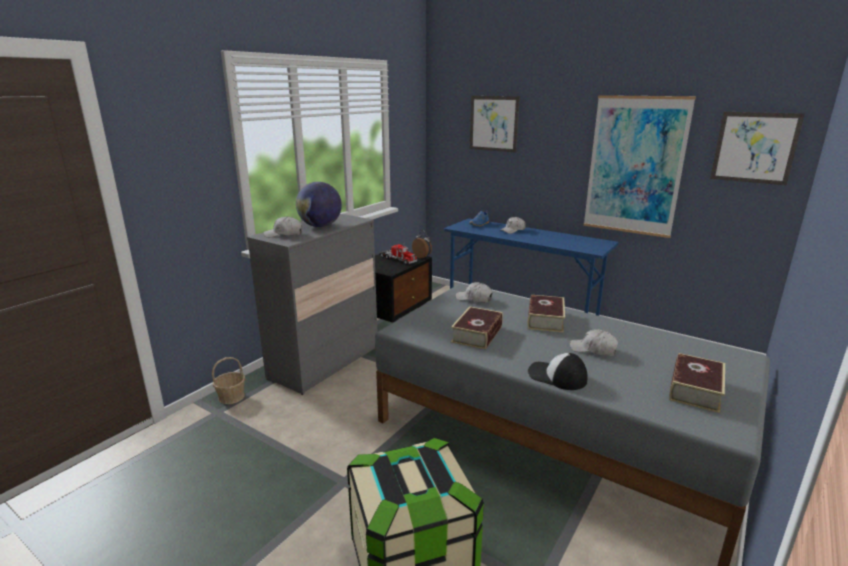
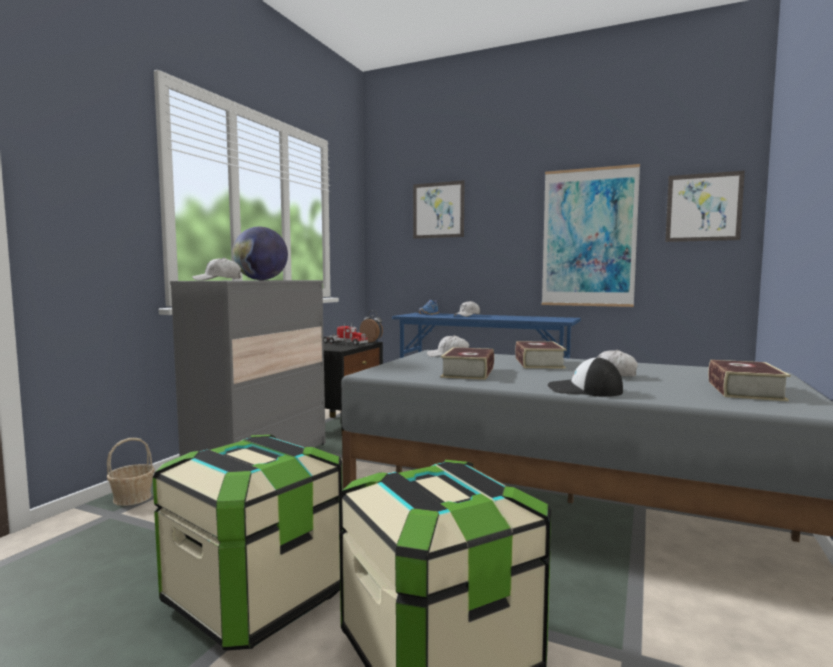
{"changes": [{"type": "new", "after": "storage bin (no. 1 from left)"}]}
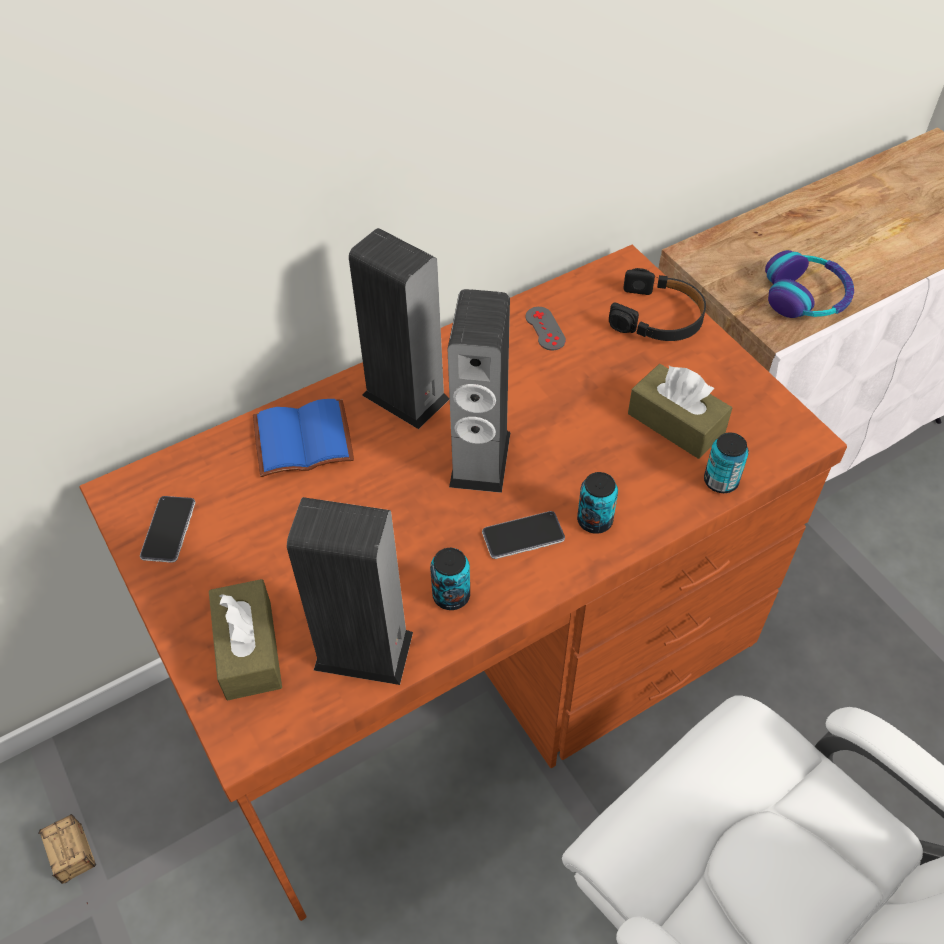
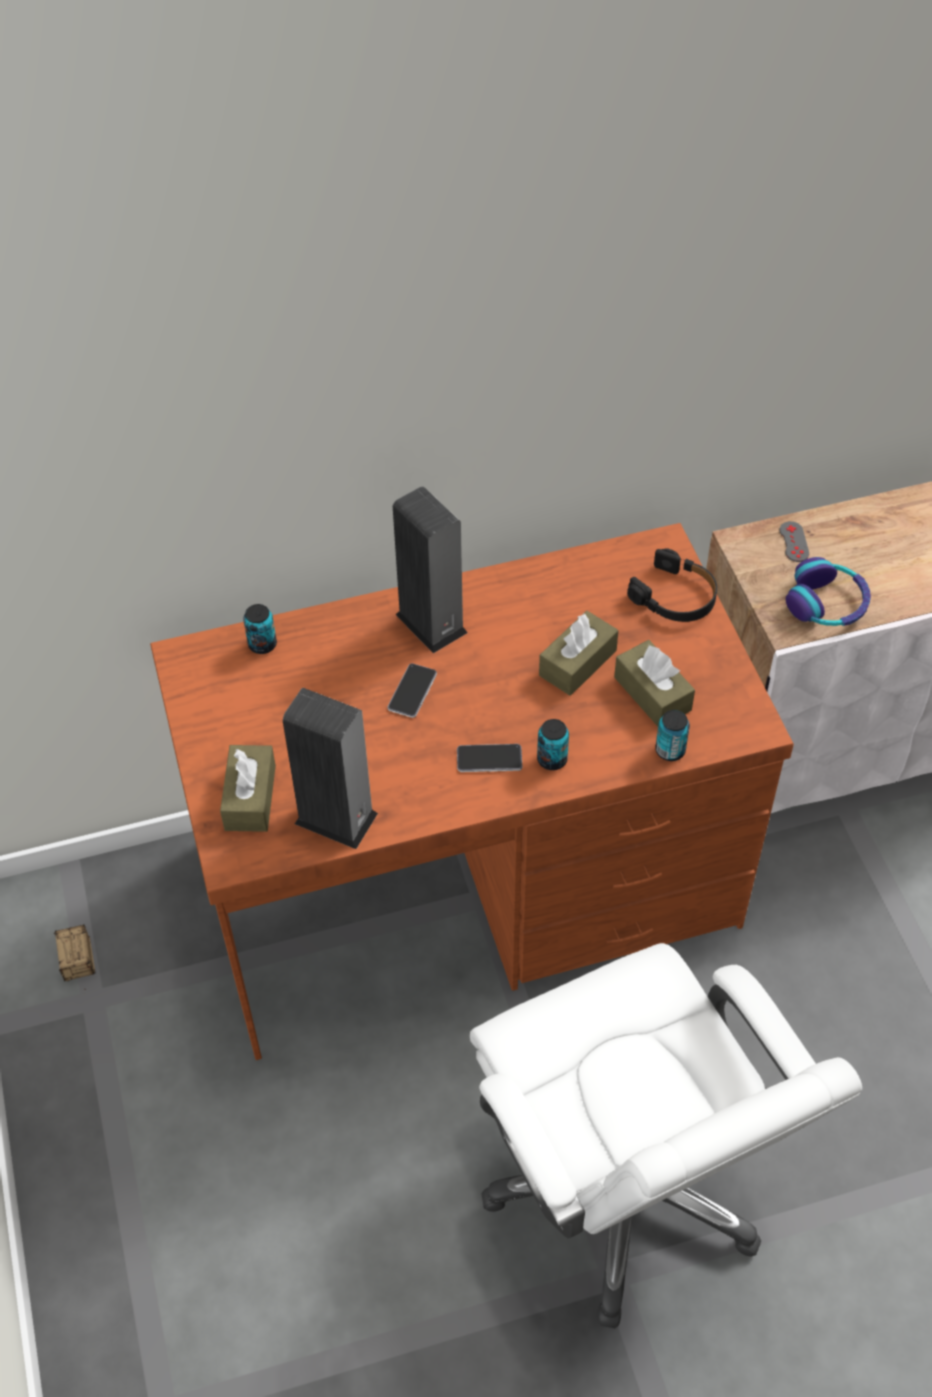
{"changes": [{"type": "gone", "before": "loudspeaker (no. 3 from left)"}, {"type": "shifted", "before": "joypad in grey"}, {"type": "gone", "before": "book in blue-coloured"}, {"type": "shifted", "before": "telephone (no. 1 from left)"}, {"type": "shifted", "before": "can (no. 1 from left)"}, {"type": "new", "after": "tissue box in brown-coloured (no. 2 from left)"}]}
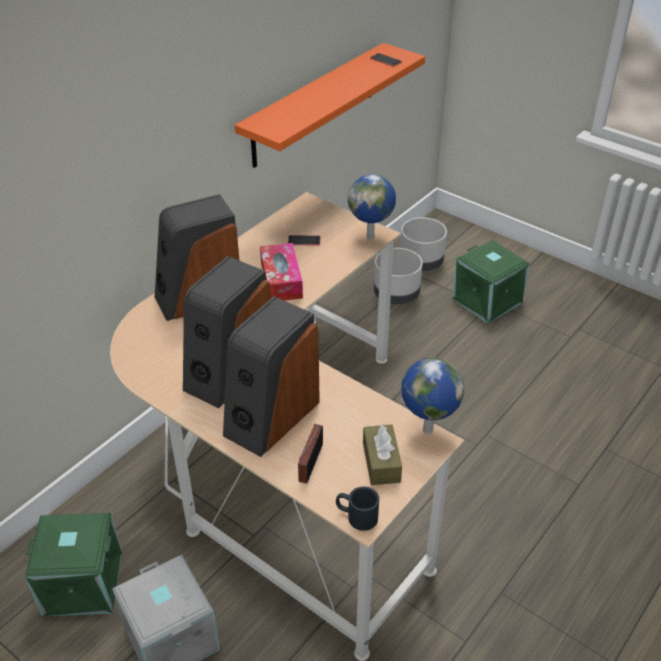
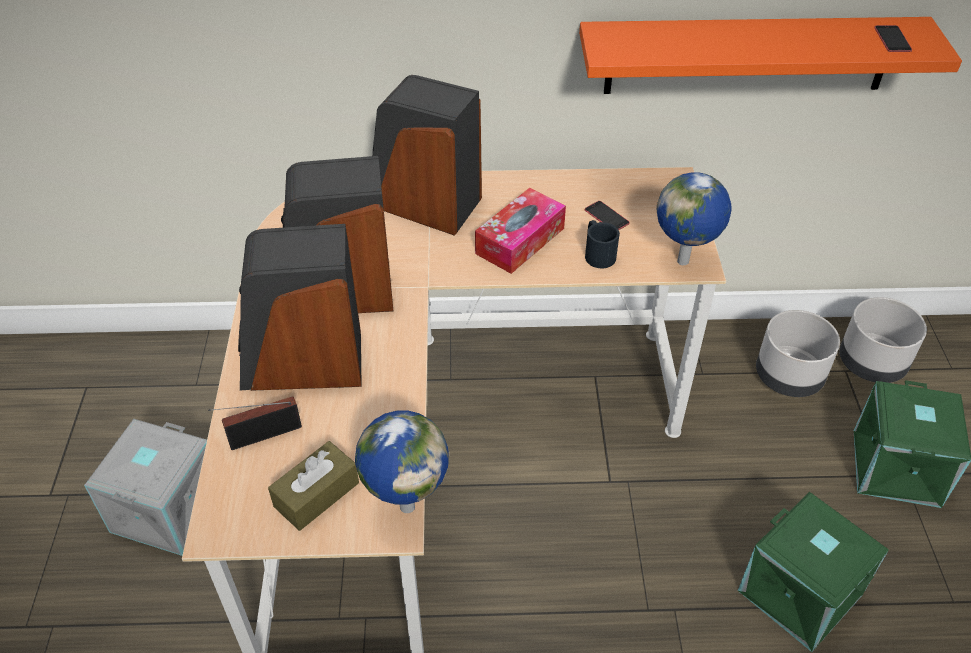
{"changes": [{"type": "shifted", "before": "mug in blackish"}, {"type": "shifted", "before": "storage bin in green-coloured (no. 1 from left)"}]}
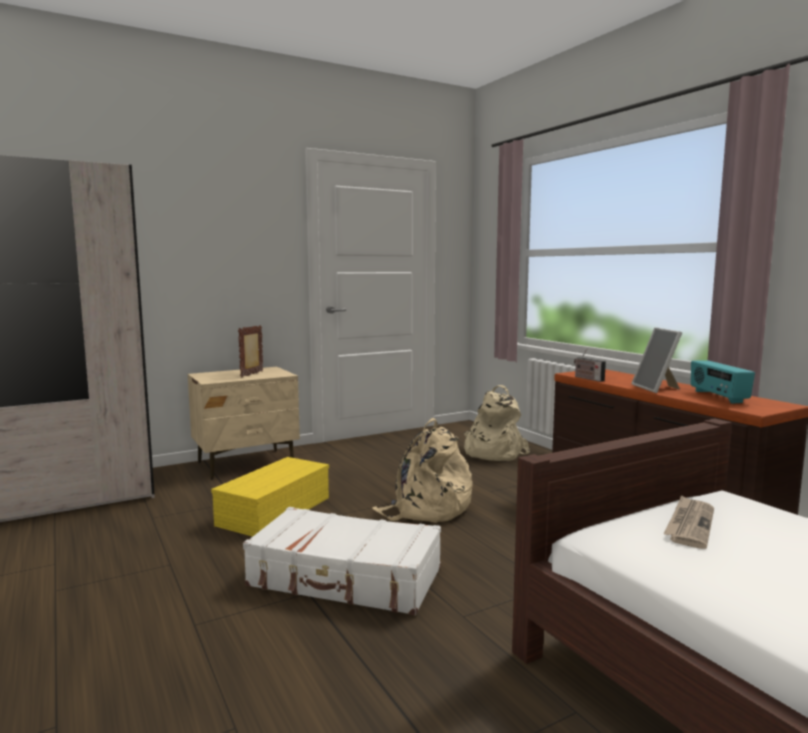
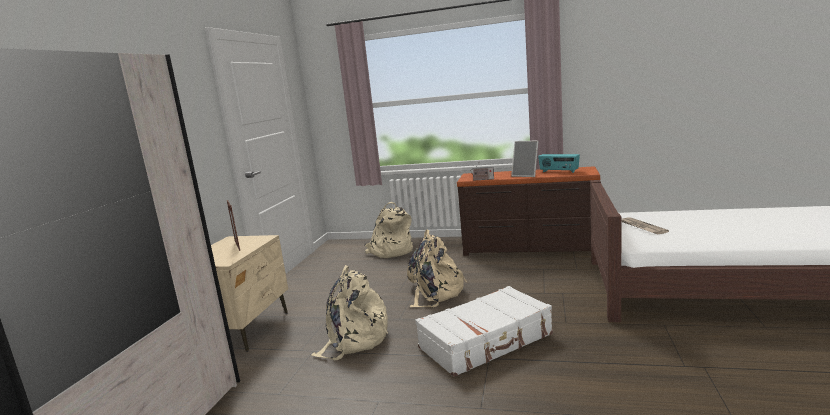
{"changes": [{"type": "swapped", "before": "storage bin in yellowish", "after": "knapsack in beige (no. 1 from left)"}]}
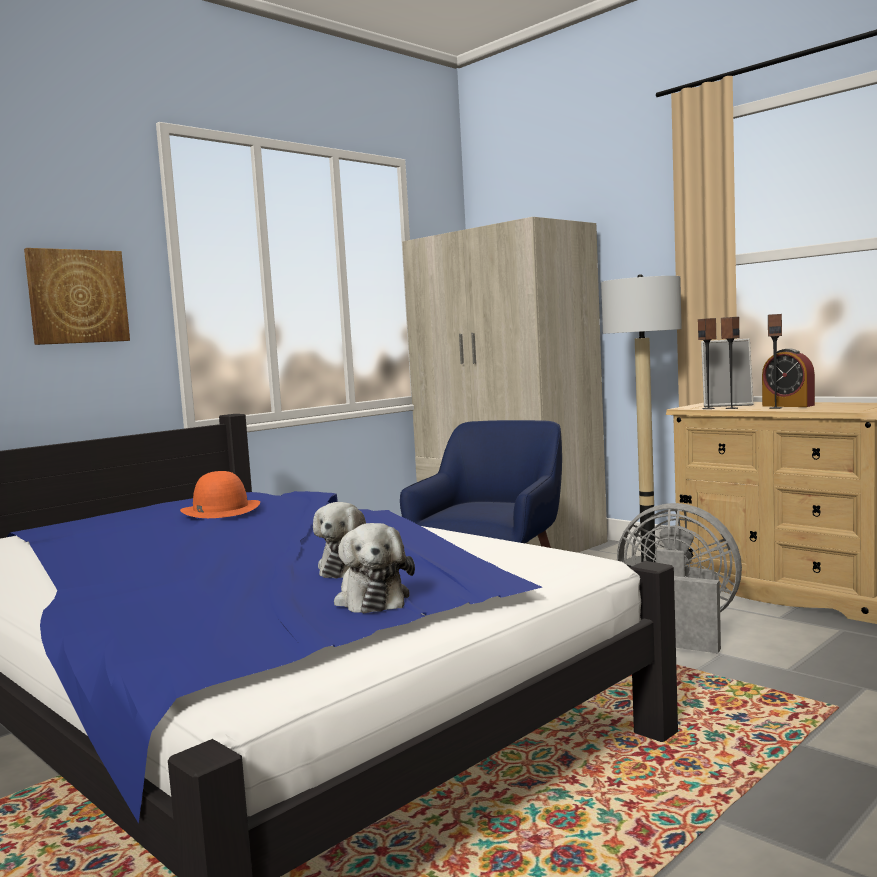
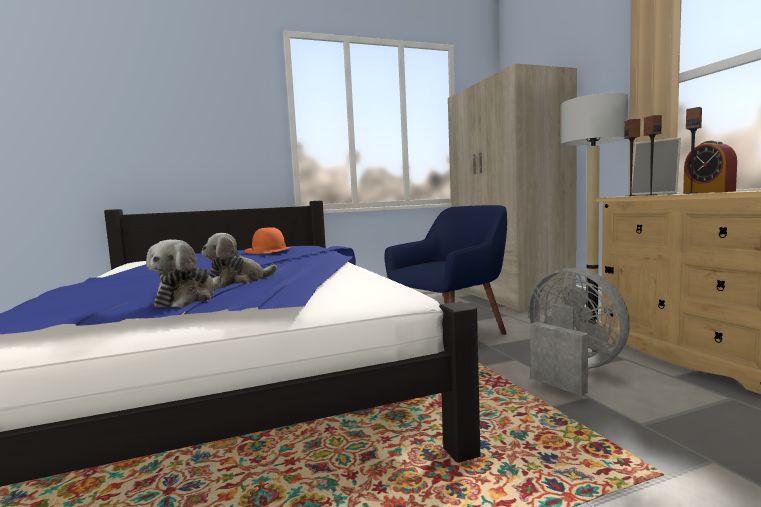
{"changes": [{"type": "gone", "before": "picture"}]}
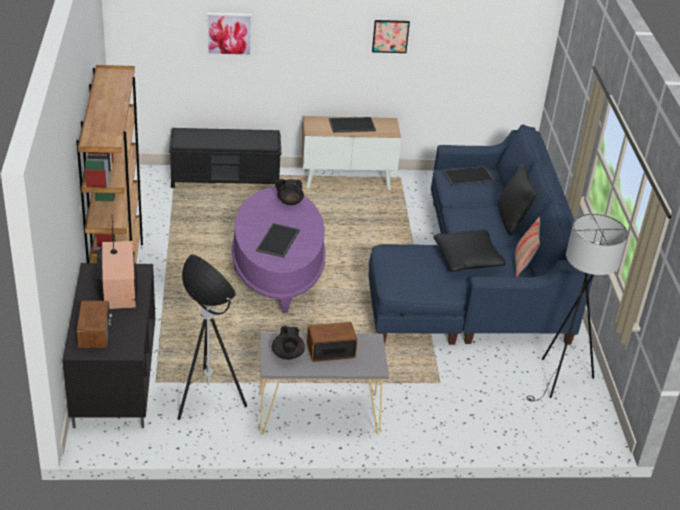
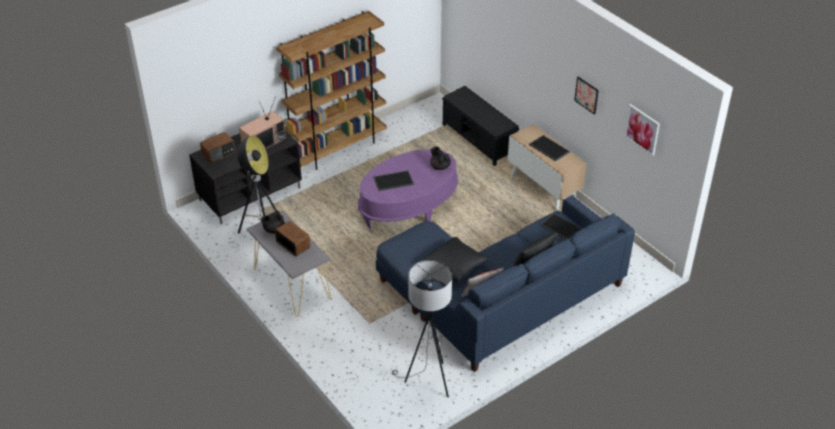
{"changes": [{"type": "shifted", "before": "picture (no. 1 from left in the first image)", "after": "picture (no. 2 from left)"}]}
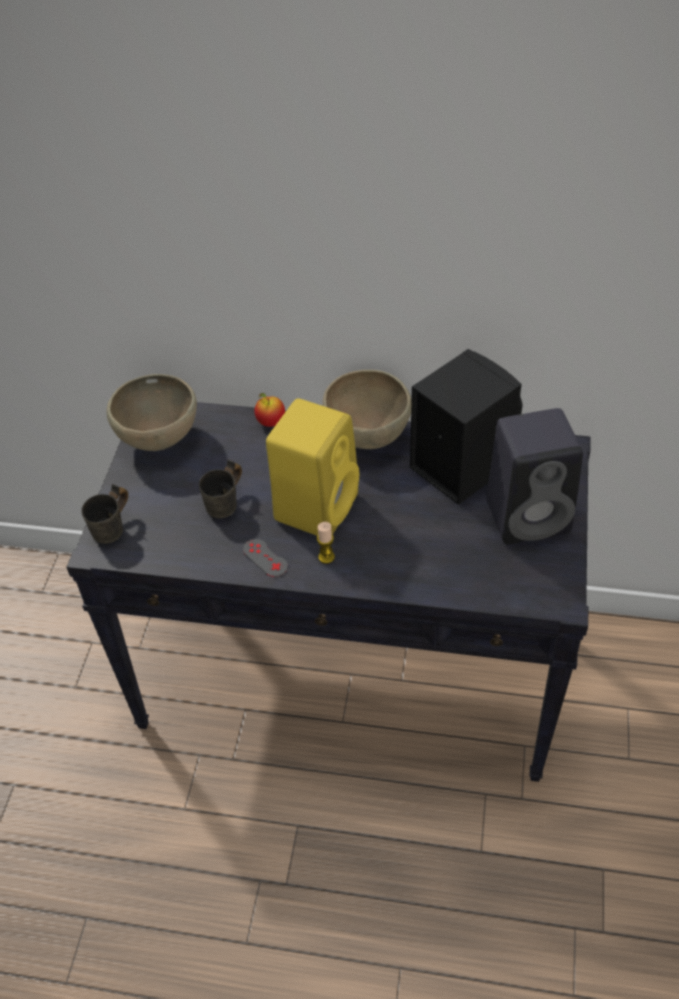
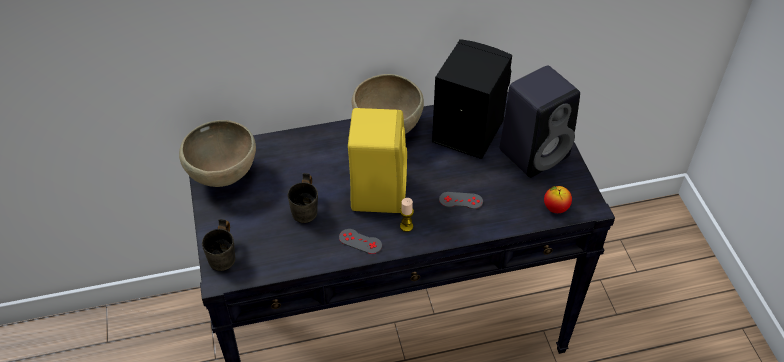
{"changes": [{"type": "shifted", "before": "whole apple"}, {"type": "new", "after": "joypad in grey (no. 2 from left)"}]}
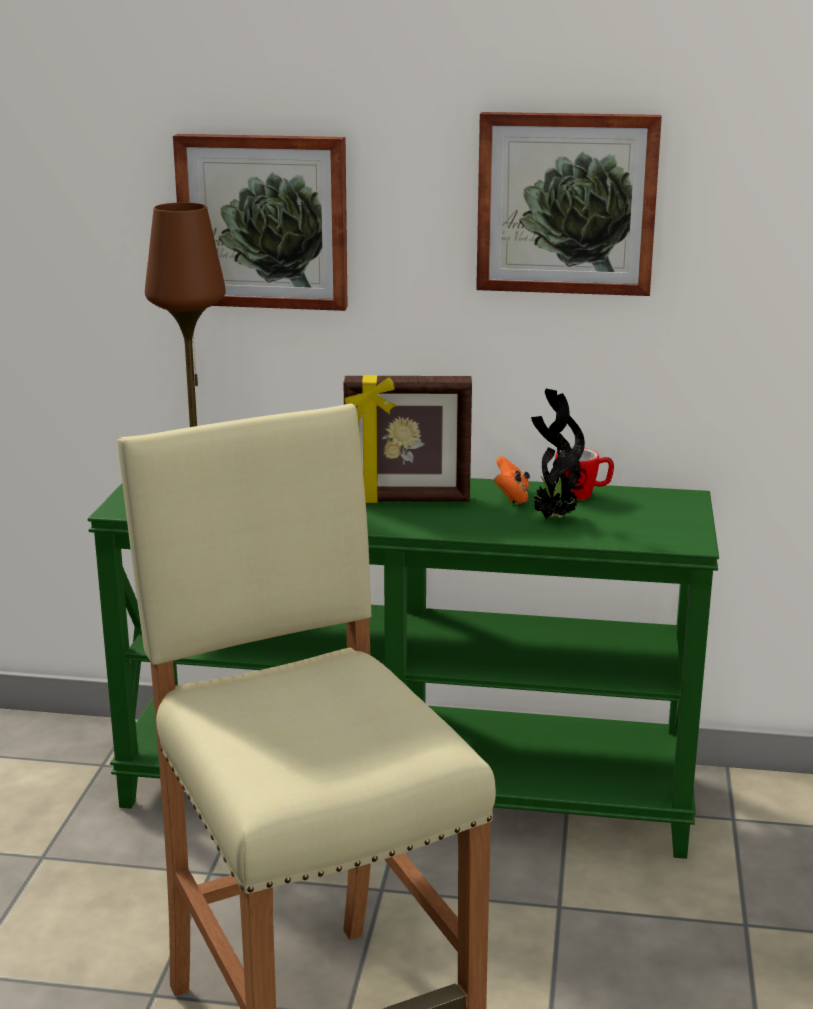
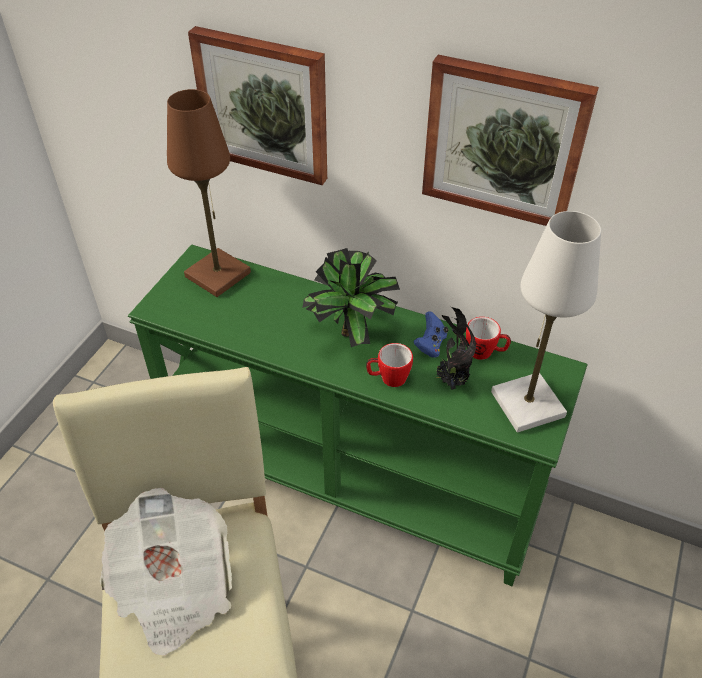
{"changes": [{"type": "swapped", "before": "photo frame", "after": "potted plant (no. 1 from left)"}, {"type": "repainted", "before": "joypad in orangey", "after": "joypad in blue-coloured"}, {"type": "new", "after": "lamp for a table in white"}, {"type": "new", "after": "mug (no. 1 from left)"}, {"type": "new", "after": "newspaper"}]}
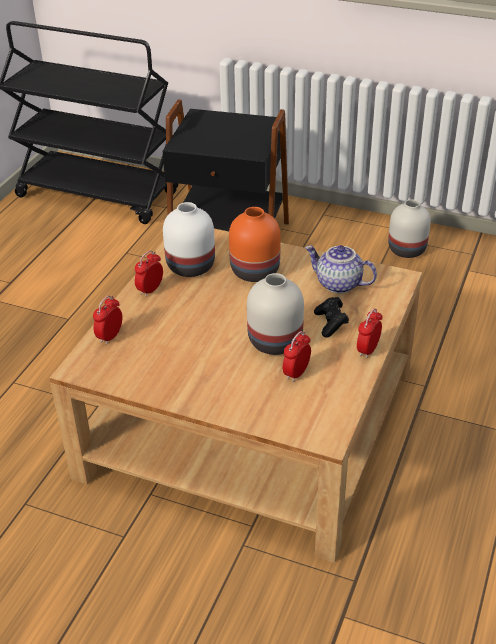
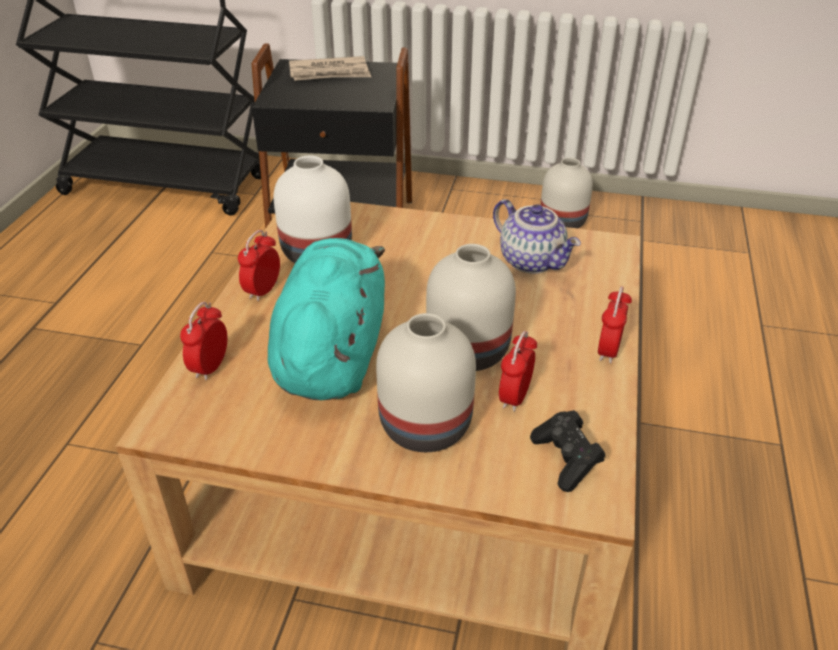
{"changes": [{"type": "gone", "before": "flower vase in orangey"}, {"type": "rotated", "before": "tea pot", "turn": -150}, {"type": "shifted", "before": "joypad in blackish"}, {"type": "new", "after": "newspaper"}, {"type": "new", "after": "soft toy in blue-green"}, {"type": "new", "after": "flower vase in white (no. 2 from left)"}]}
